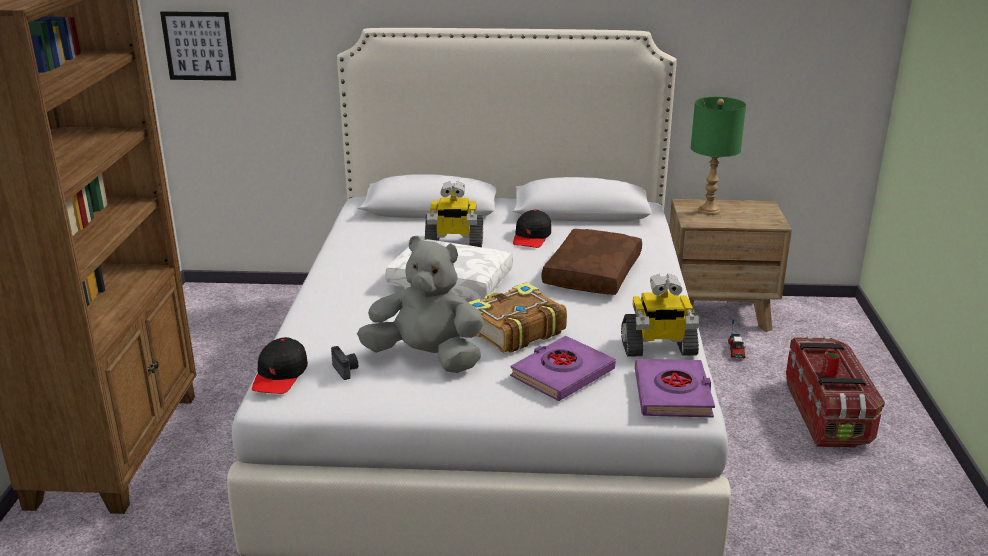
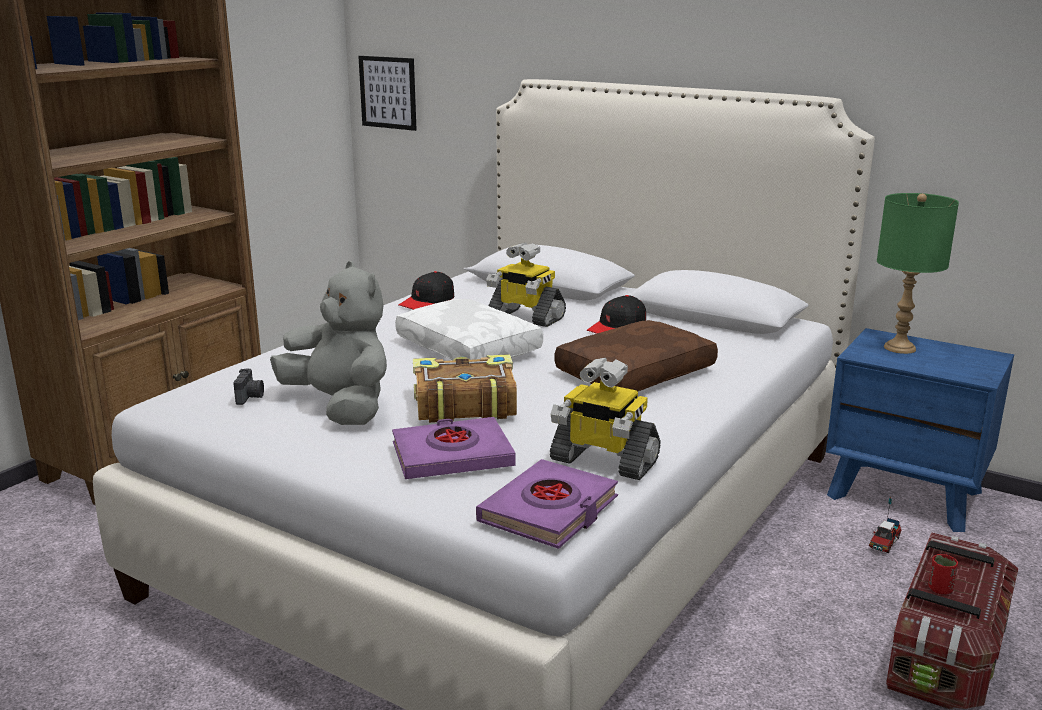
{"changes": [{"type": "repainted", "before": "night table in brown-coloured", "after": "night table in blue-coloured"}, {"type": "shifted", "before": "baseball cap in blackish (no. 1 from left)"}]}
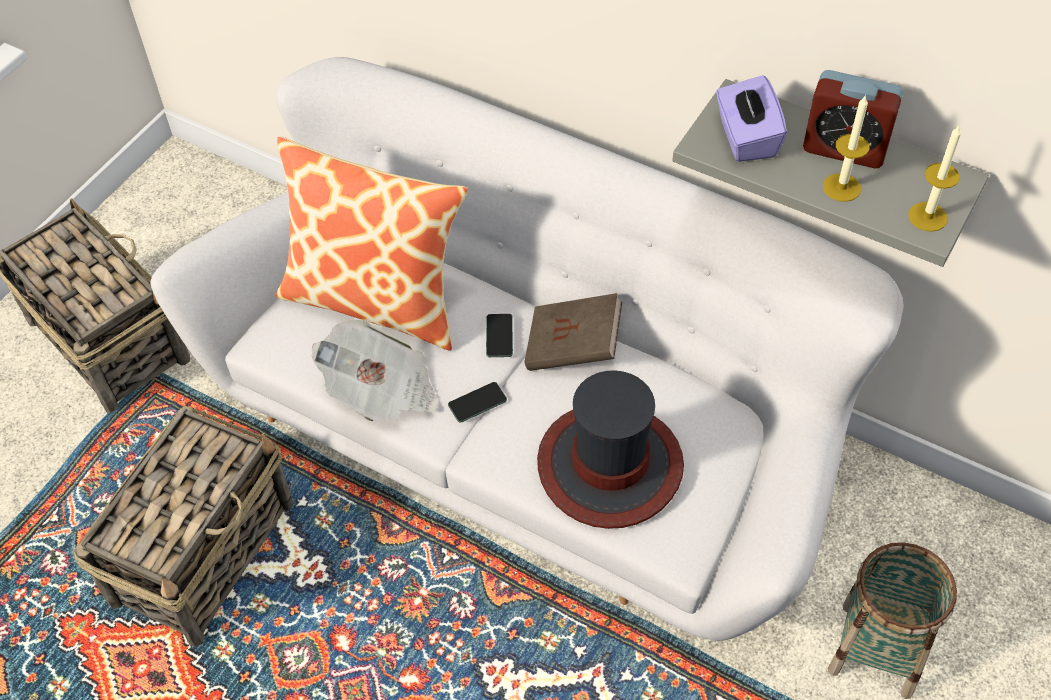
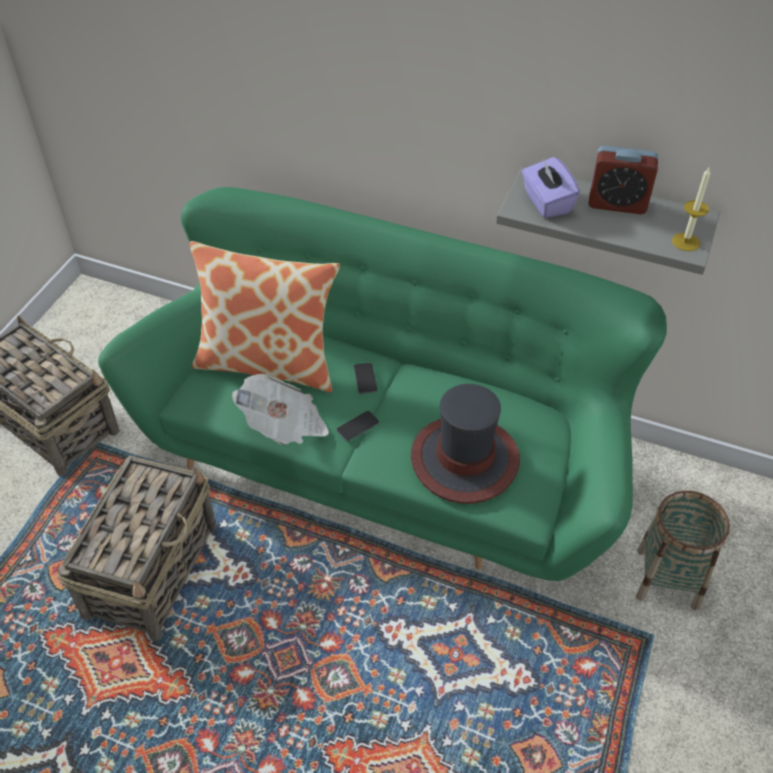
{"changes": [{"type": "repainted", "before": "settee in white", "after": "settee in green-coloured"}, {"type": "gone", "before": "wax candle (no. 1 from left)"}, {"type": "gone", "before": "book in brown-coloured"}]}
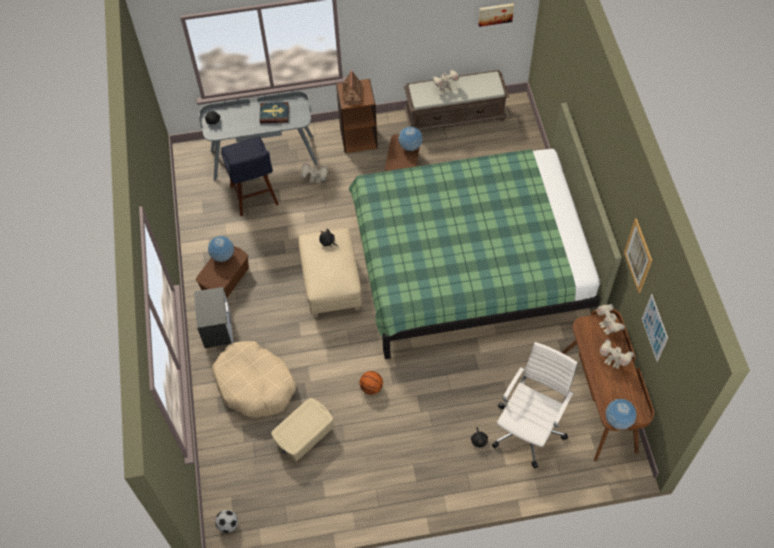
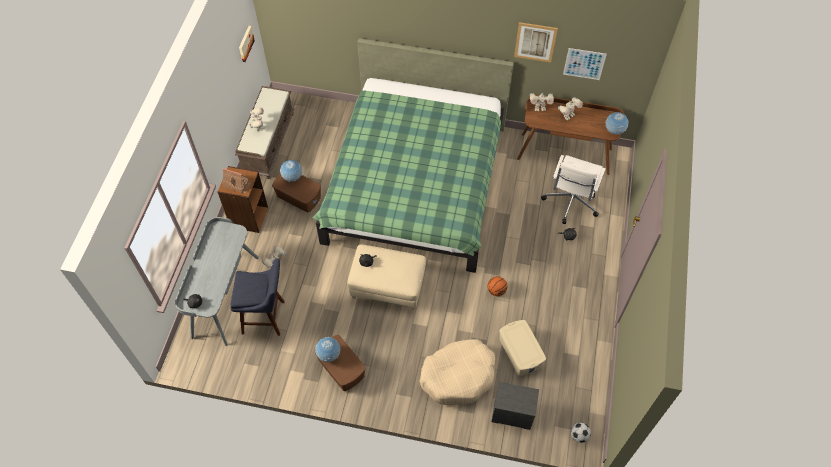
{"changes": [{"type": "gone", "before": "book"}, {"type": "shifted", "before": "night table"}, {"type": "rotated", "before": "computer chair in white", "turn": -120}]}
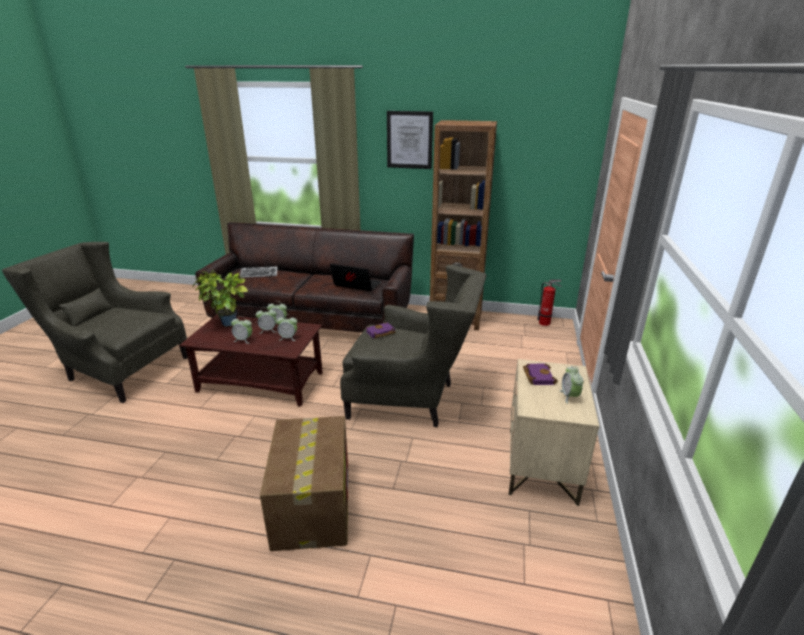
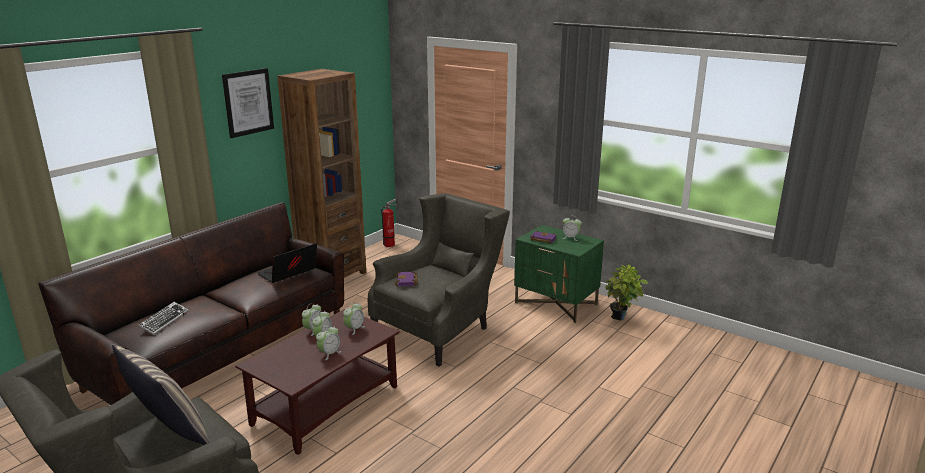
{"changes": [{"type": "shifted", "before": "potted plant"}, {"type": "repainted", "before": "night table in beige", "after": "night table in green-coloured"}, {"type": "gone", "before": "cardboard box"}, {"type": "new", "after": "cushion"}]}
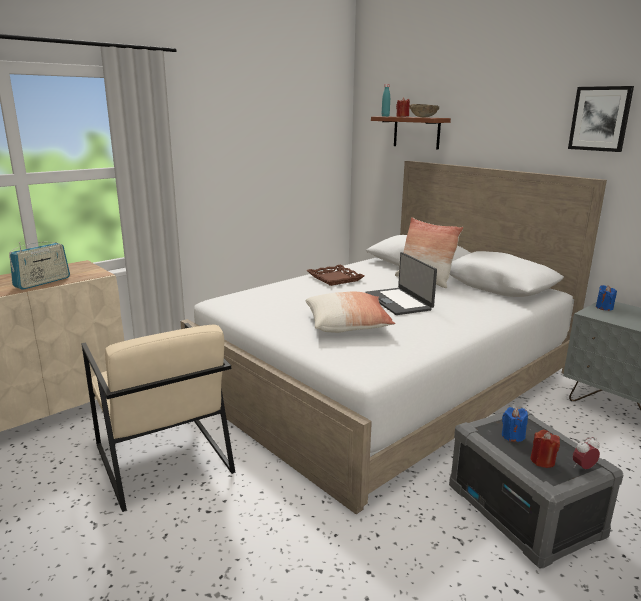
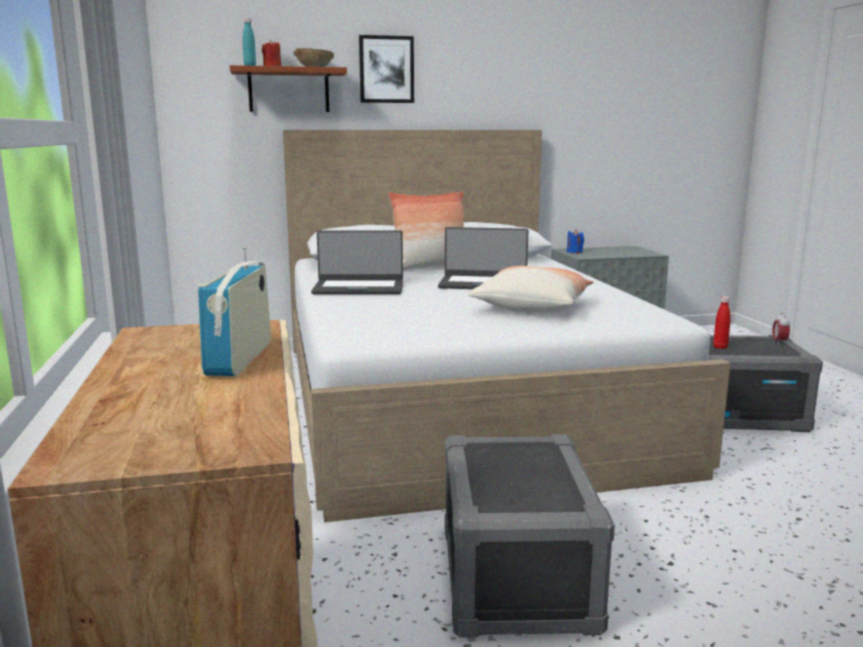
{"changes": [{"type": "shifted", "before": "picture"}, {"type": "rotated", "before": "radio set", "turn": -150}, {"type": "swapped", "before": "carrying tray in brown-coloured", "after": "notebook computer (no. 1 from left)"}, {"type": "swapped", "before": "armchair in beige", "after": "storage bin in grey (no. 1 from left)"}, {"type": "swapped", "before": "wax candle in blue-coloured (no. 1 from left)", "after": "drink bottle in red-coloured"}, {"type": "gone", "before": "wax candle in red-coloured (no. 2 from left)"}]}
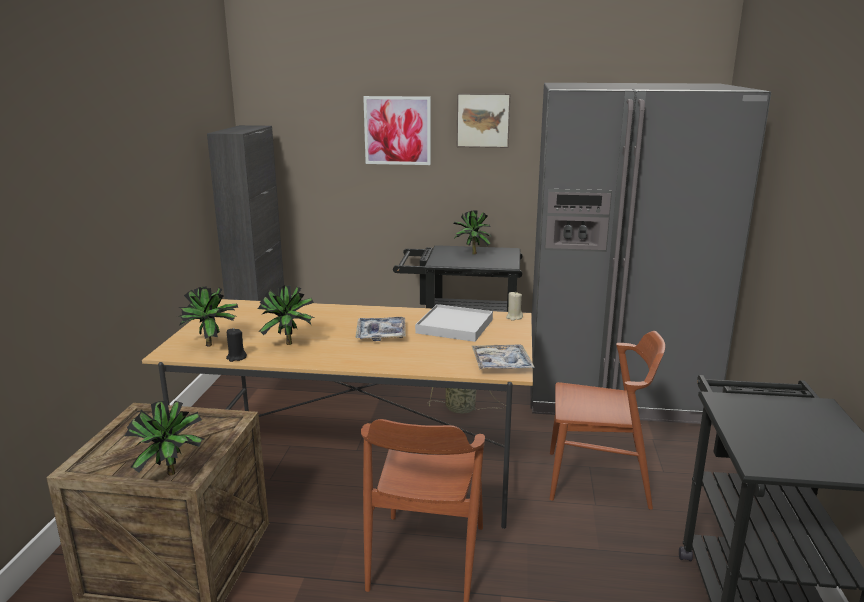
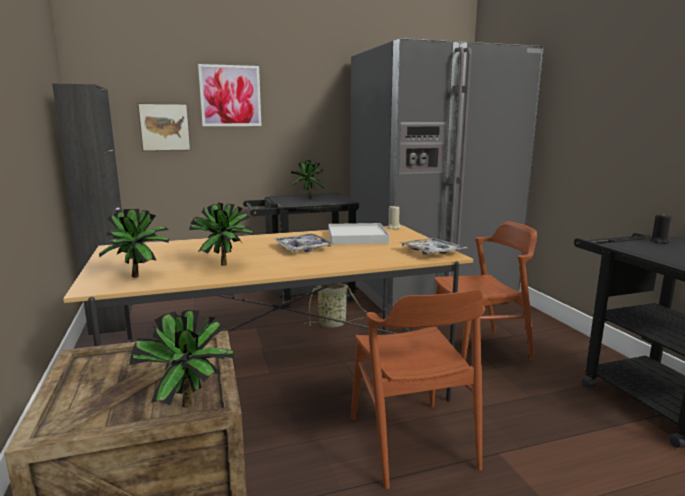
{"changes": [{"type": "shifted", "before": "picture (no. 2 from left in the first image)", "after": "picture (no. 1 from left)"}, {"type": "shifted", "before": "wax candle in blackish"}]}
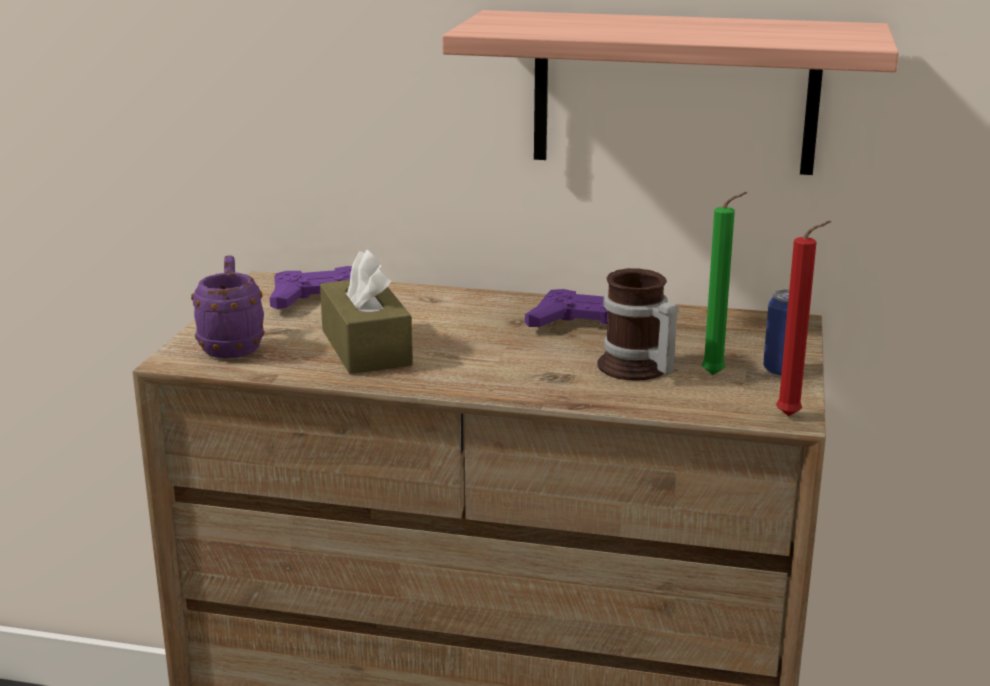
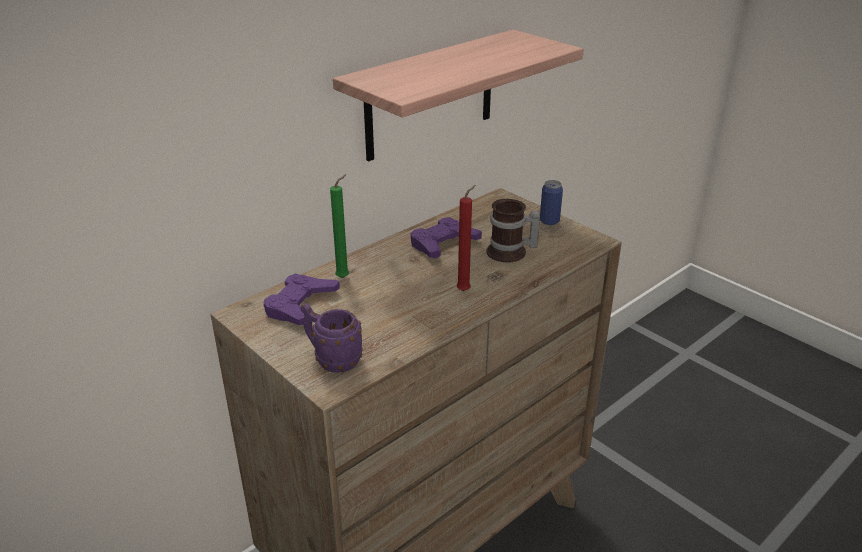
{"changes": [{"type": "shifted", "before": "wax candle in green-coloured"}, {"type": "shifted", "before": "wax candle in red-coloured"}, {"type": "gone", "before": "tissue box in brown-coloured"}]}
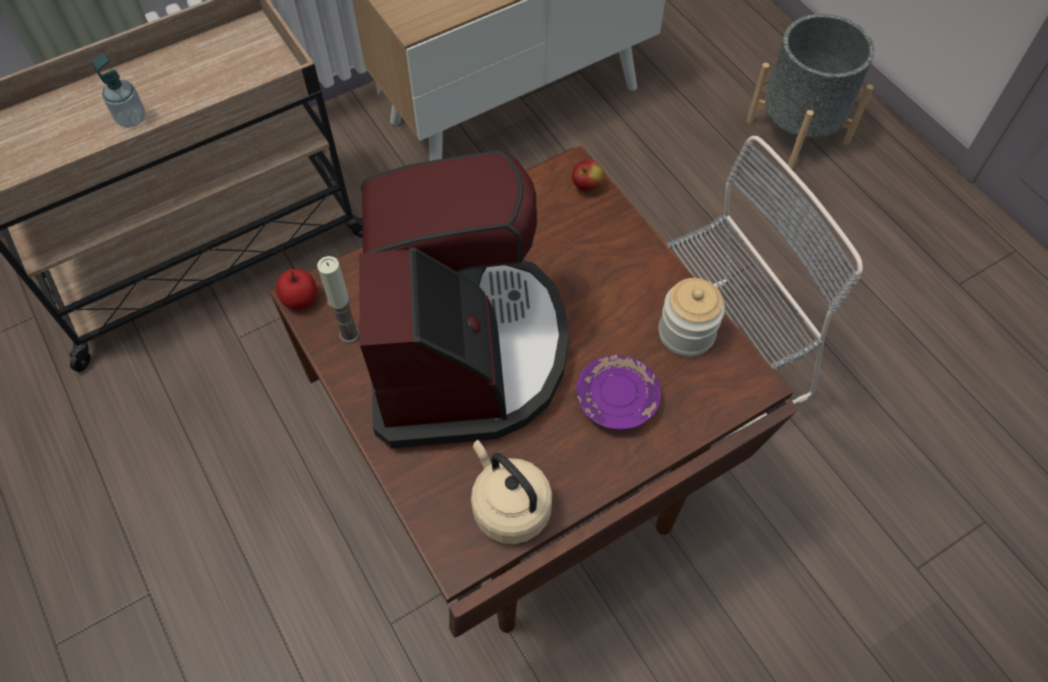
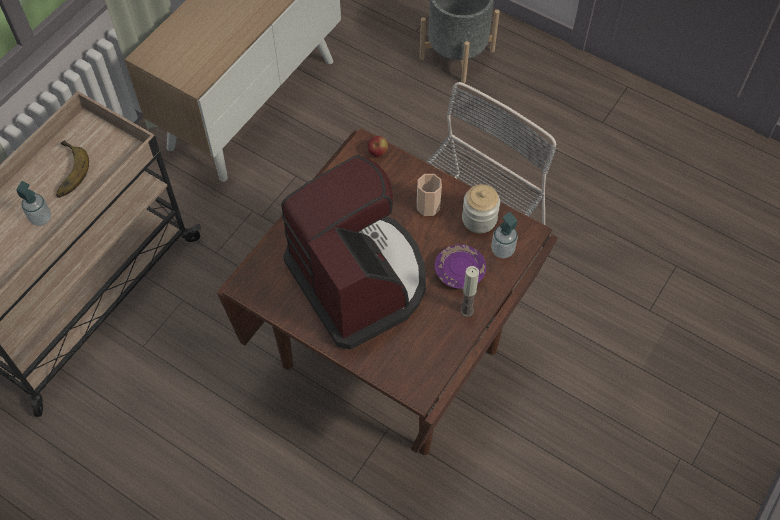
{"changes": [{"type": "shifted", "before": "wax candle"}, {"type": "gone", "before": "whole apple (no. 1 from left)"}, {"type": "gone", "before": "kettle in beige"}, {"type": "new", "after": "banana fruit"}, {"type": "new", "after": "drinking cup"}, {"type": "new", "after": "soap dispenser (no. 2 from left)"}]}
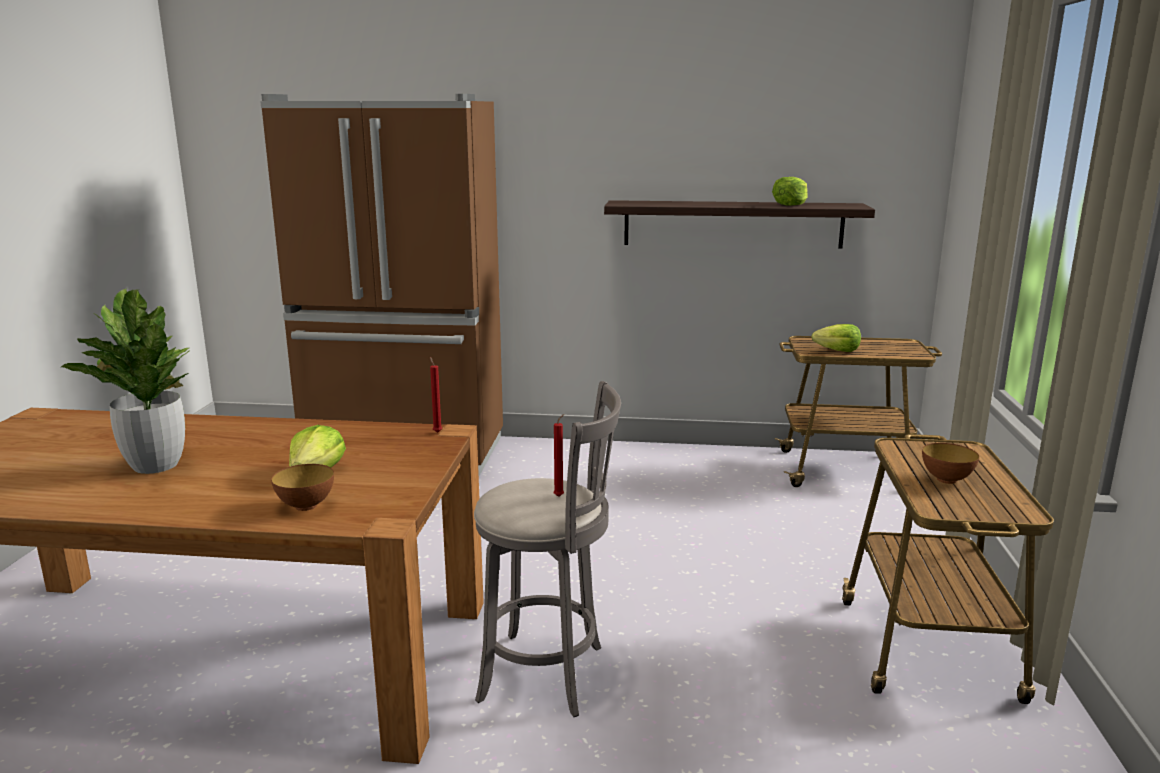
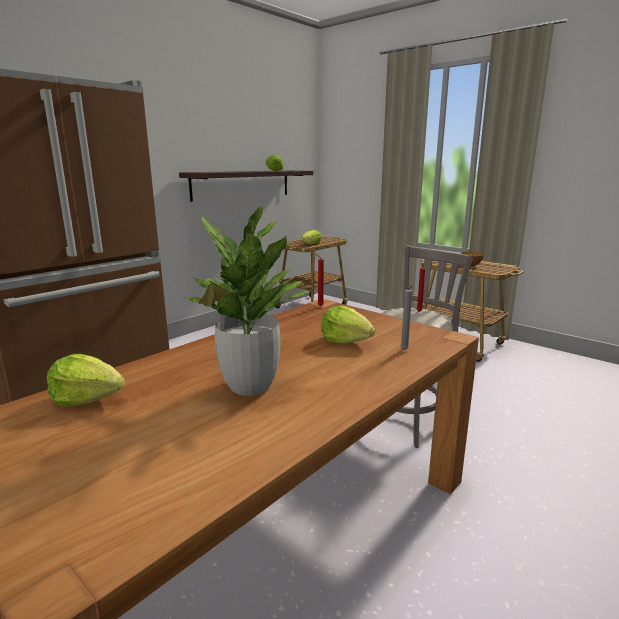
{"changes": [{"type": "swapped", "before": "serving bowl (no. 1 from left)", "after": "wax candle in grey"}, {"type": "new", "after": "head of lettuce (no. 1 from left)"}]}
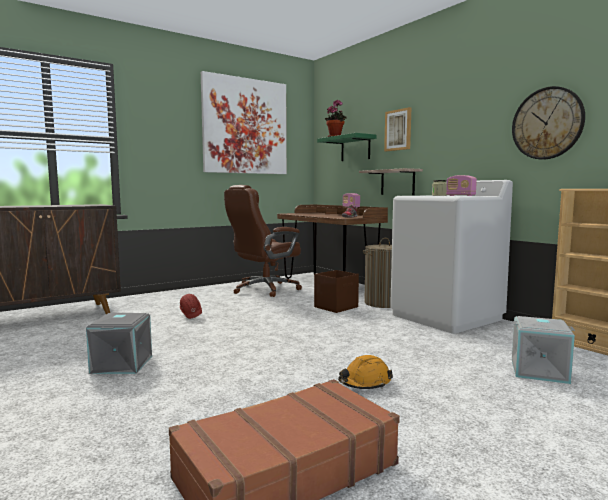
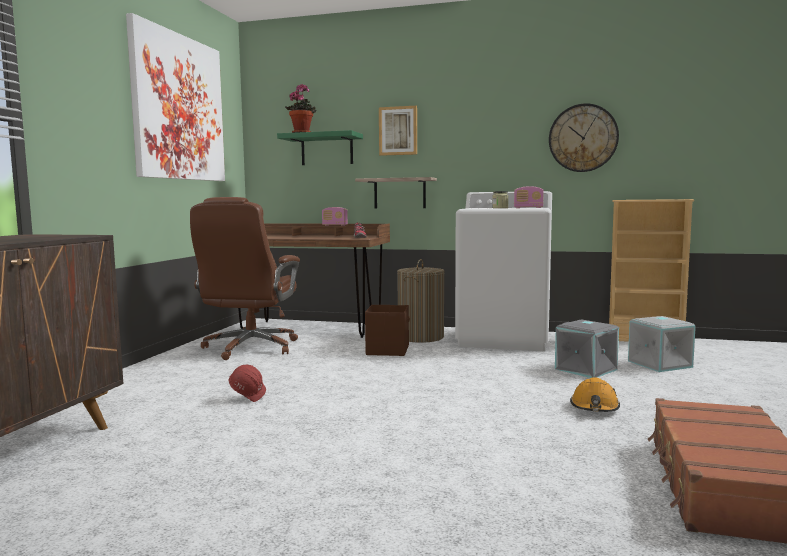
{"changes": [{"type": "shifted", "before": "storage bin in grey (no. 1 from left)"}]}
